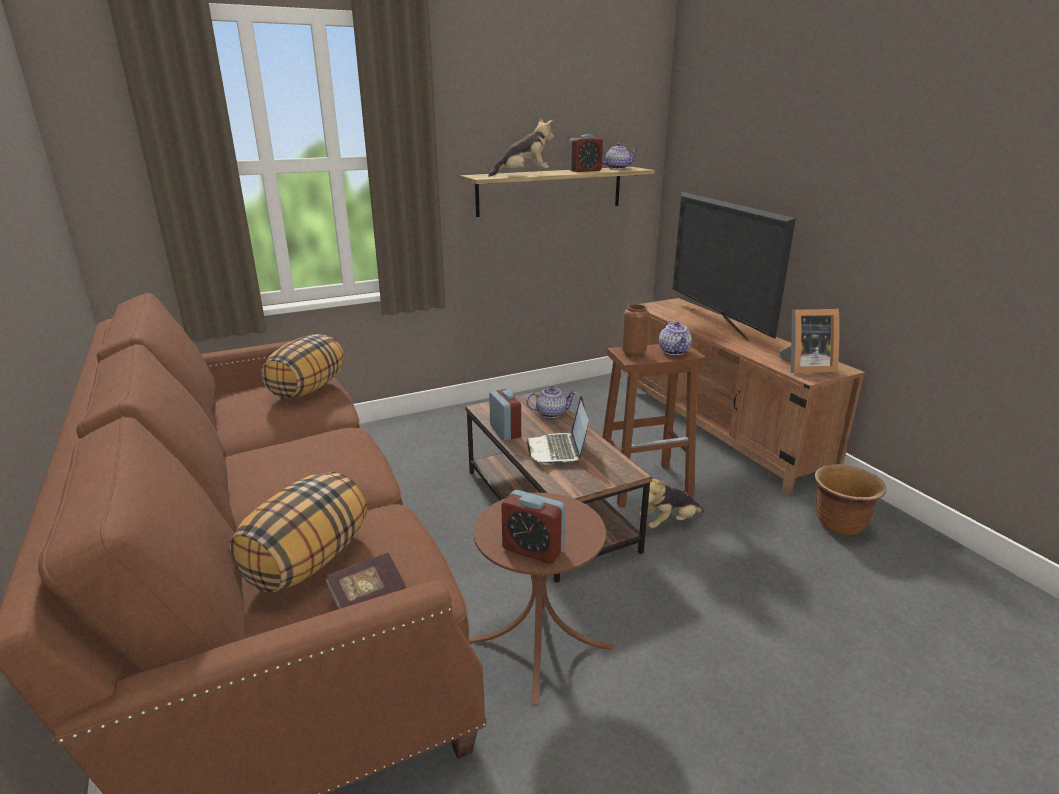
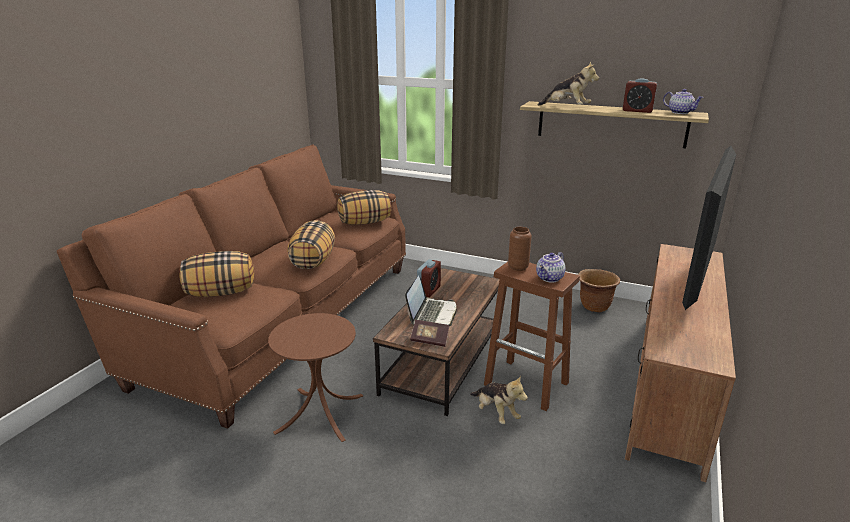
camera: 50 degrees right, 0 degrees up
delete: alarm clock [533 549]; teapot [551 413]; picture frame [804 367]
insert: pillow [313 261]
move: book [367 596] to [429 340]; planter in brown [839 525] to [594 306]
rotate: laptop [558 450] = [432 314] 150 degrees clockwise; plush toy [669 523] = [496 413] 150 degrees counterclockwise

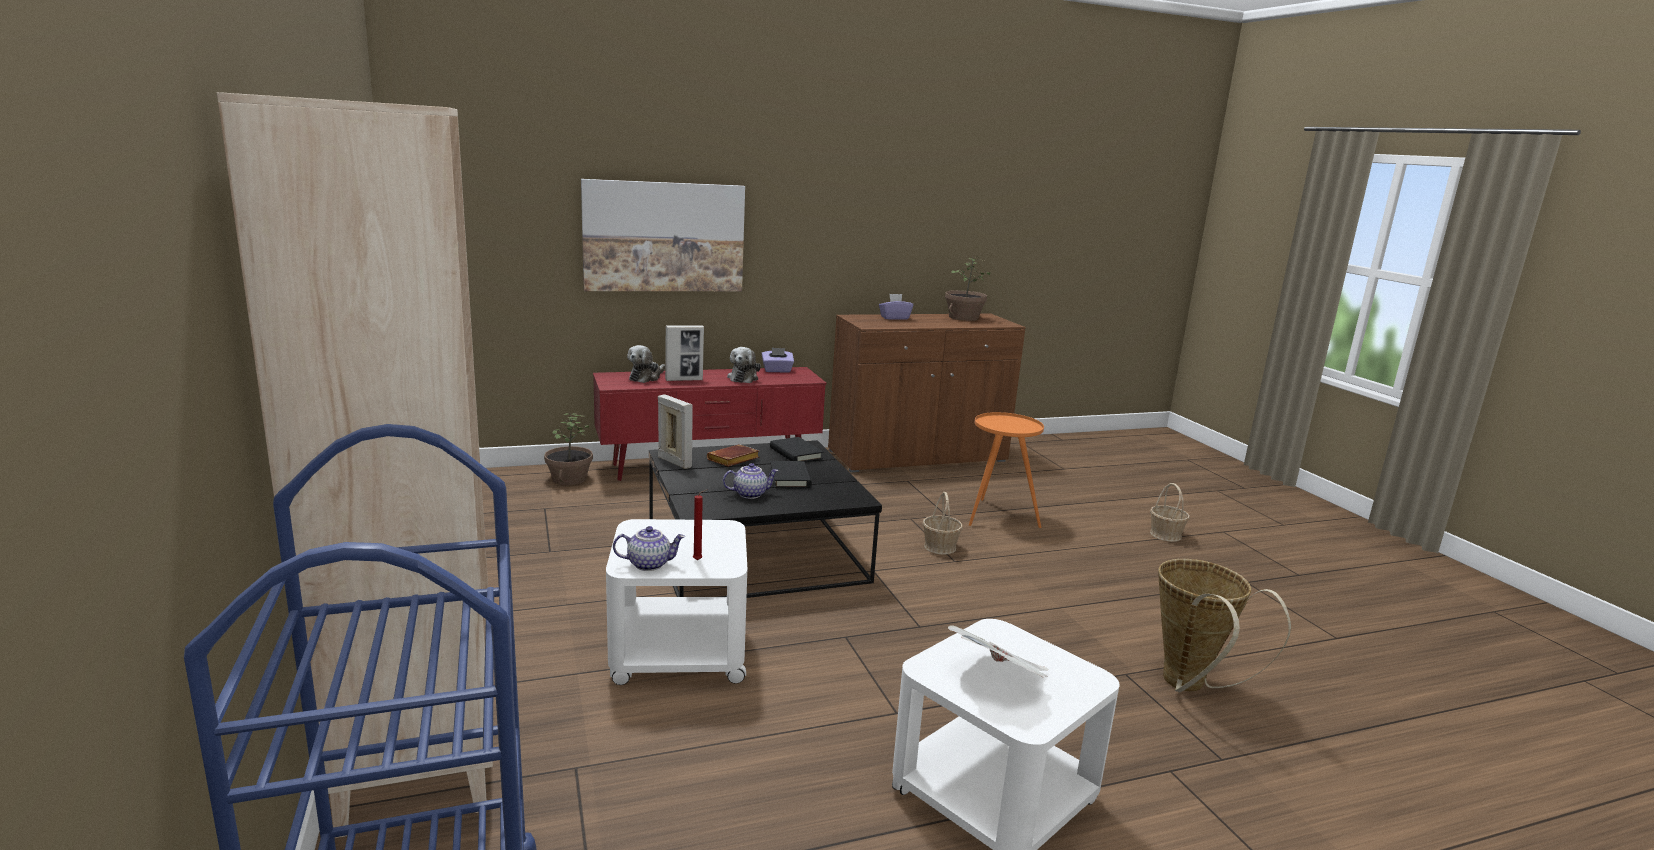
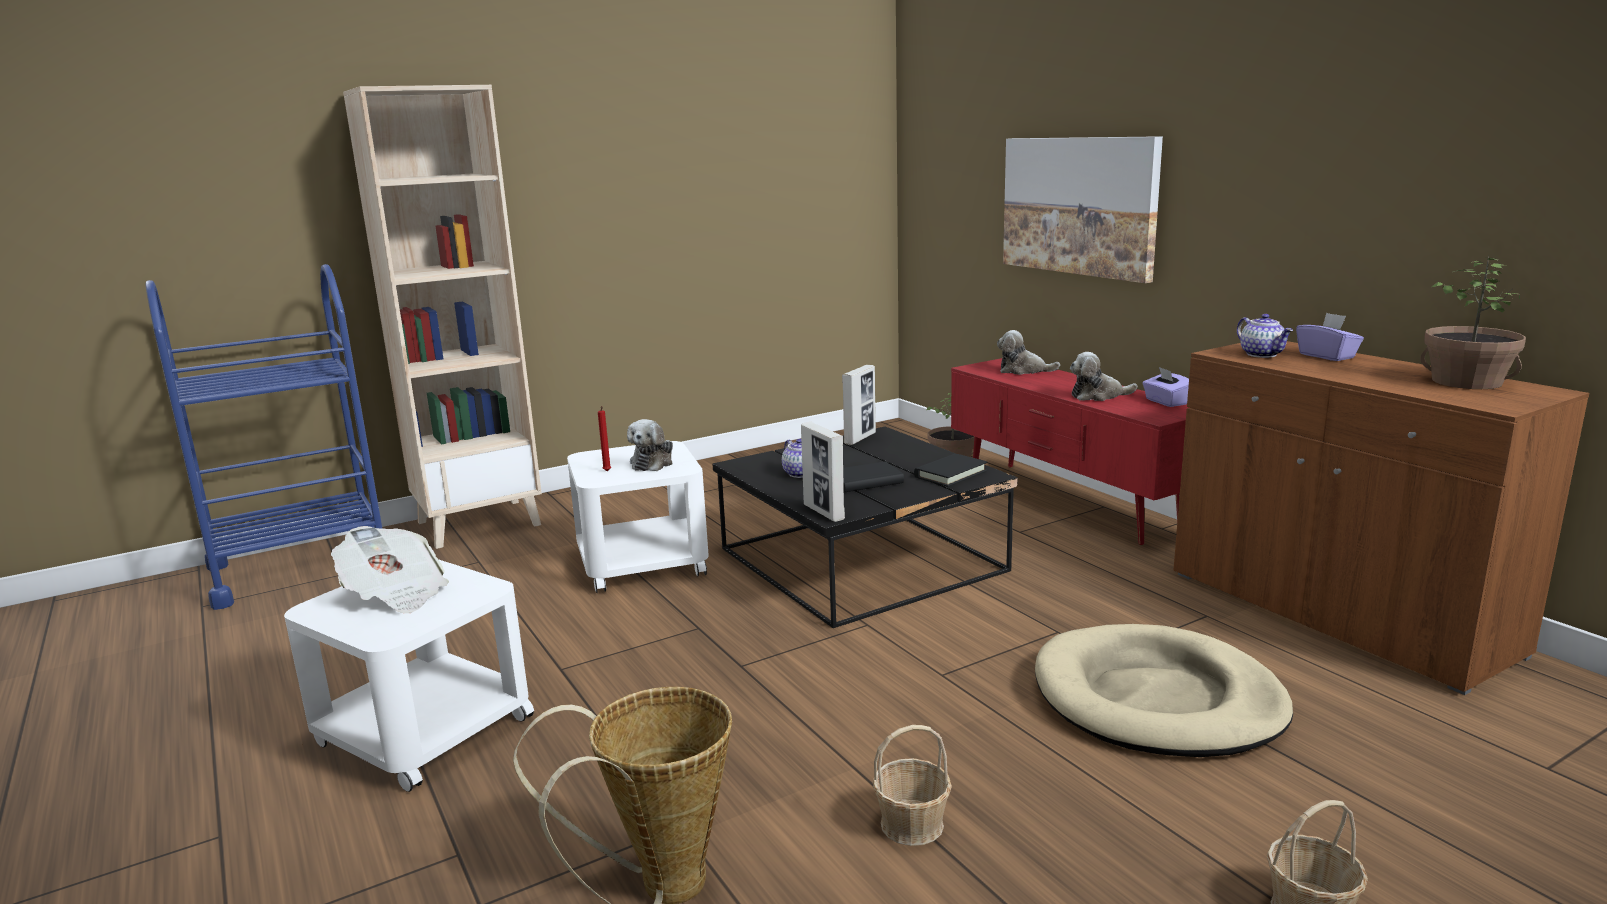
camera: 80 degrees right, 0 degrees up
delete: book in brown [733 460]
insert: plush toy [653 462]
move: picture frame [684 380] to [824 512]; basket [940 547] to [912 824]; teapot [649 564] to [1262 354]
replace: side table in orange [997 516] to dog bed in beige [1157 699]

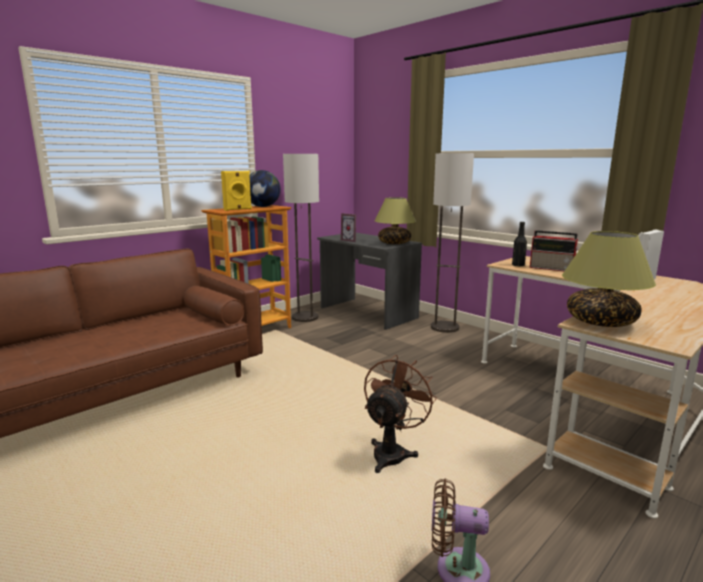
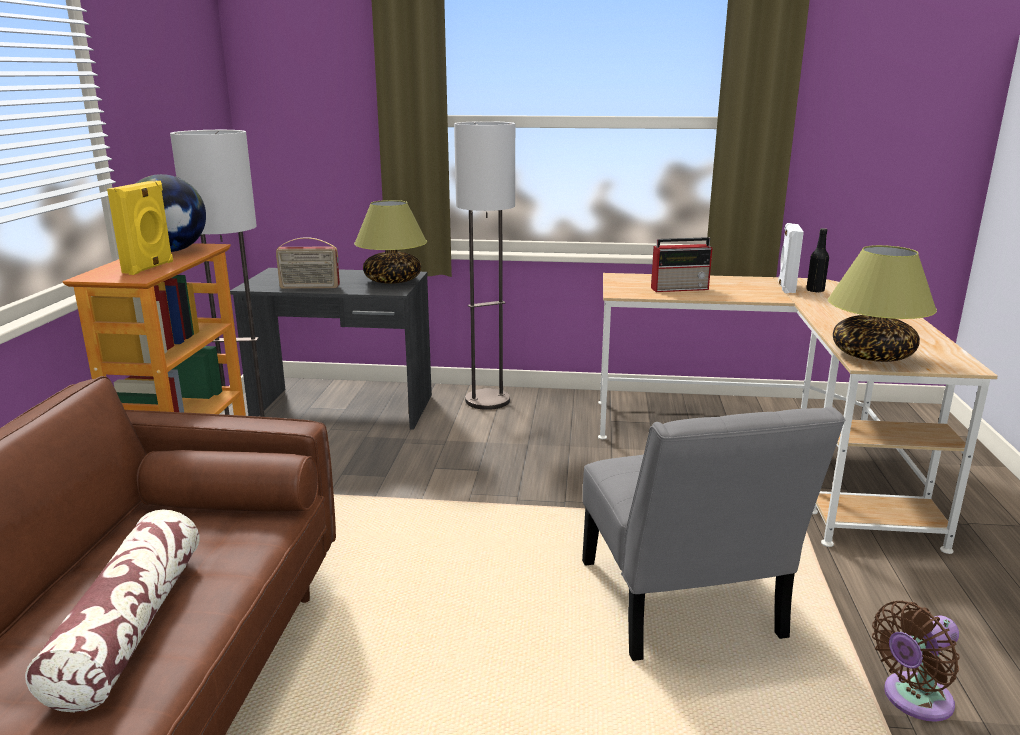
camera: 40 degrees left, 5 degrees up
insert: pillow [130 626]
move: bottle in black [518 265] to [815 290]
replace: picture frame [350 240] to radio [309 287]; fan in brown [392 452] to chair in grey [682 606]

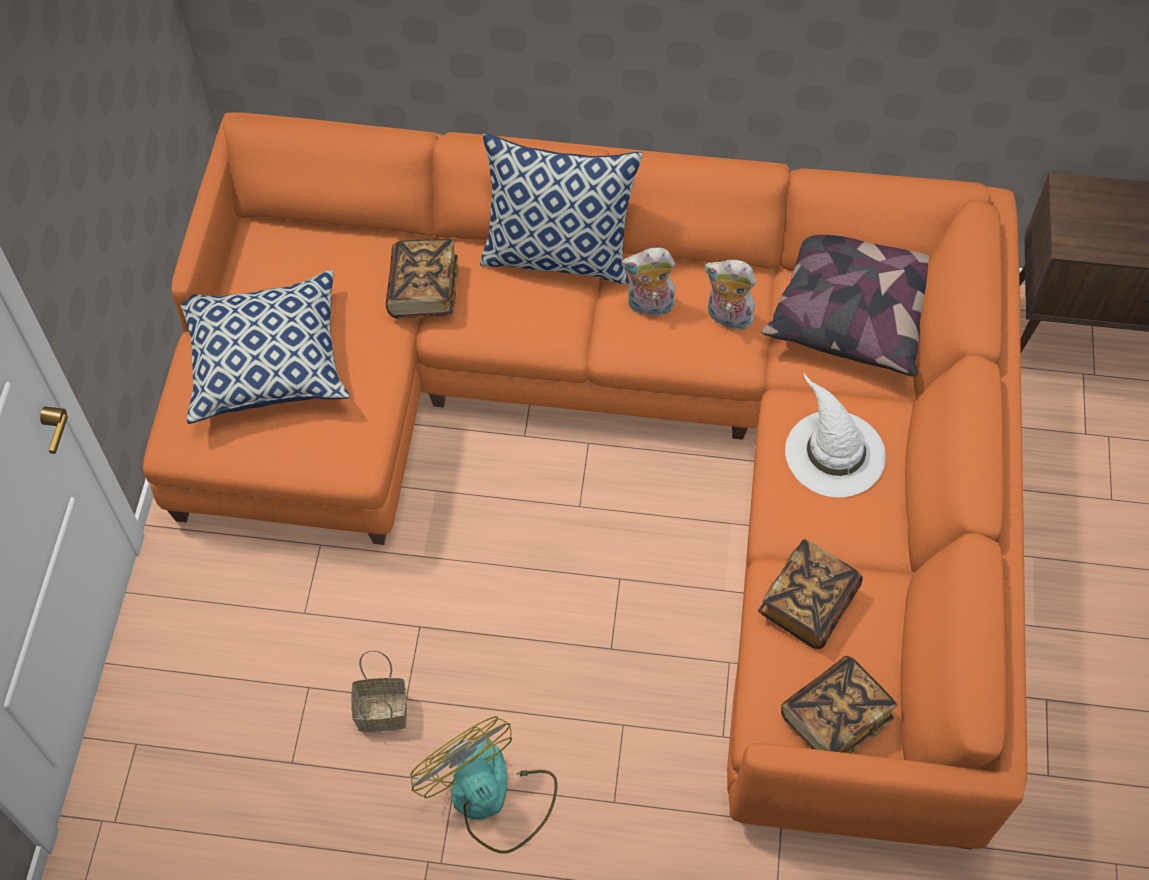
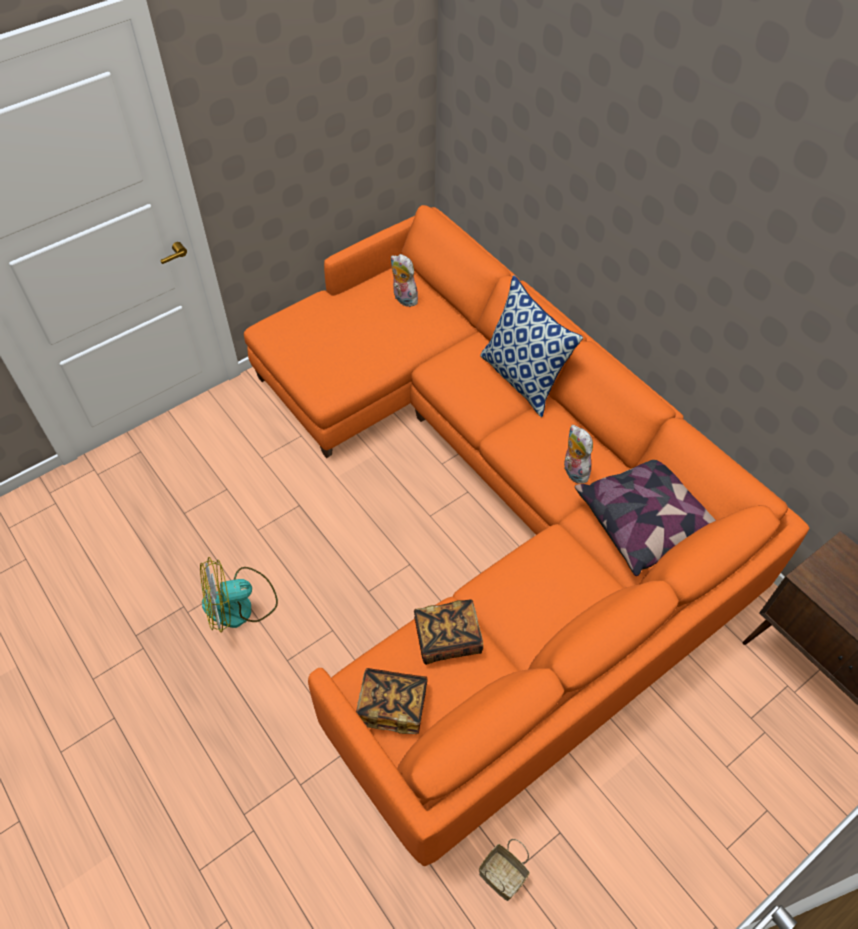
camera: 45 degrees right, 5 degrees down
delete: pillow [267 361]; book [423 291]; hat in white [833 452]
move: plush toy [649 306] to [403 299]; basket [384 711] to [503 876]
rotate: fan [491 797] = [240 605] 120 degrees counterclockwise

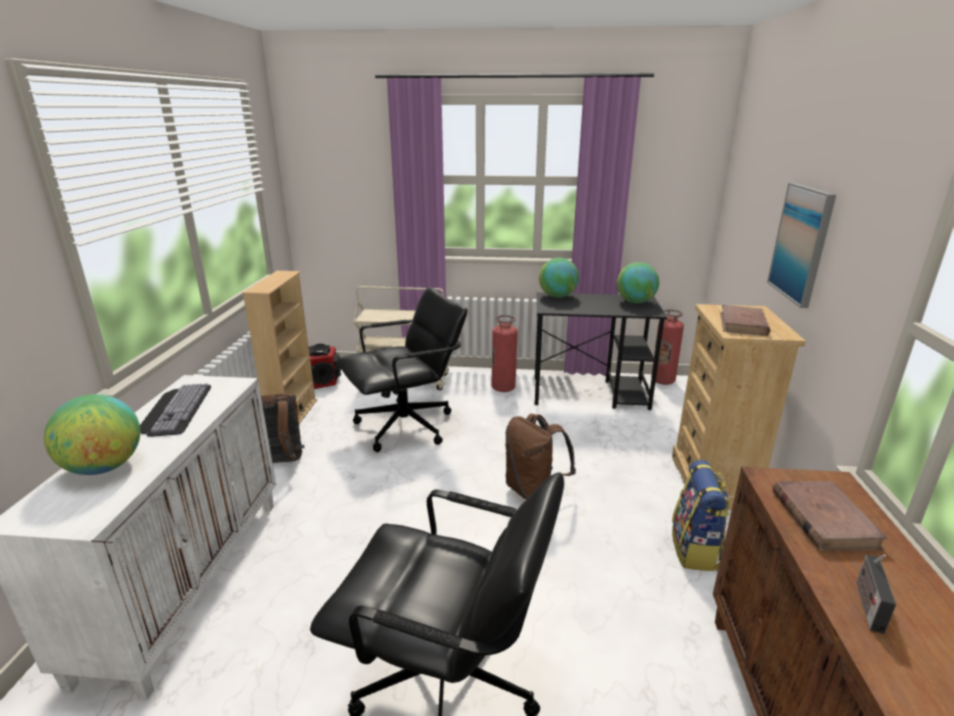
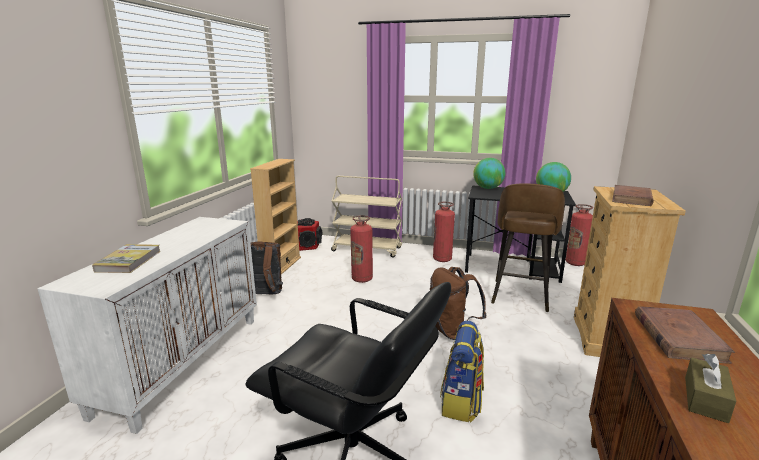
camera: 10 degrees right, 5 degrees down
delete: keyboard [174 409]; picture [801 243]
insert: stool in brown [520 296]
move: backpack [695 549] to [461 402]
replace: globe [104 467] to book [129 261]; office chair in black [406 426] to fire extinguisher [362 279]; radio [867 604] to tissue box in brown [705 399]

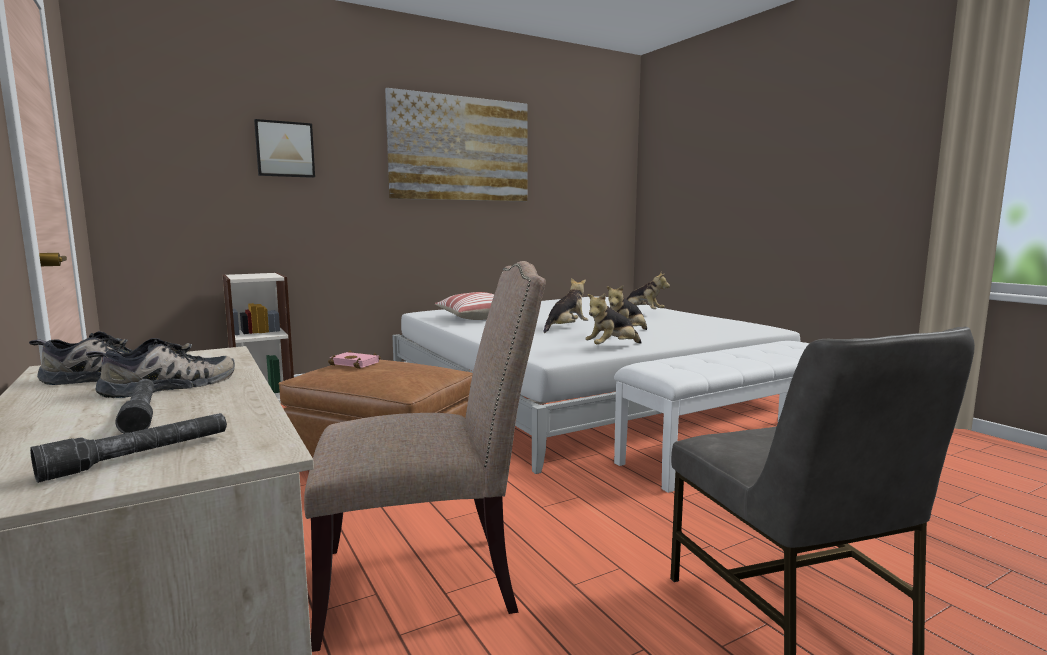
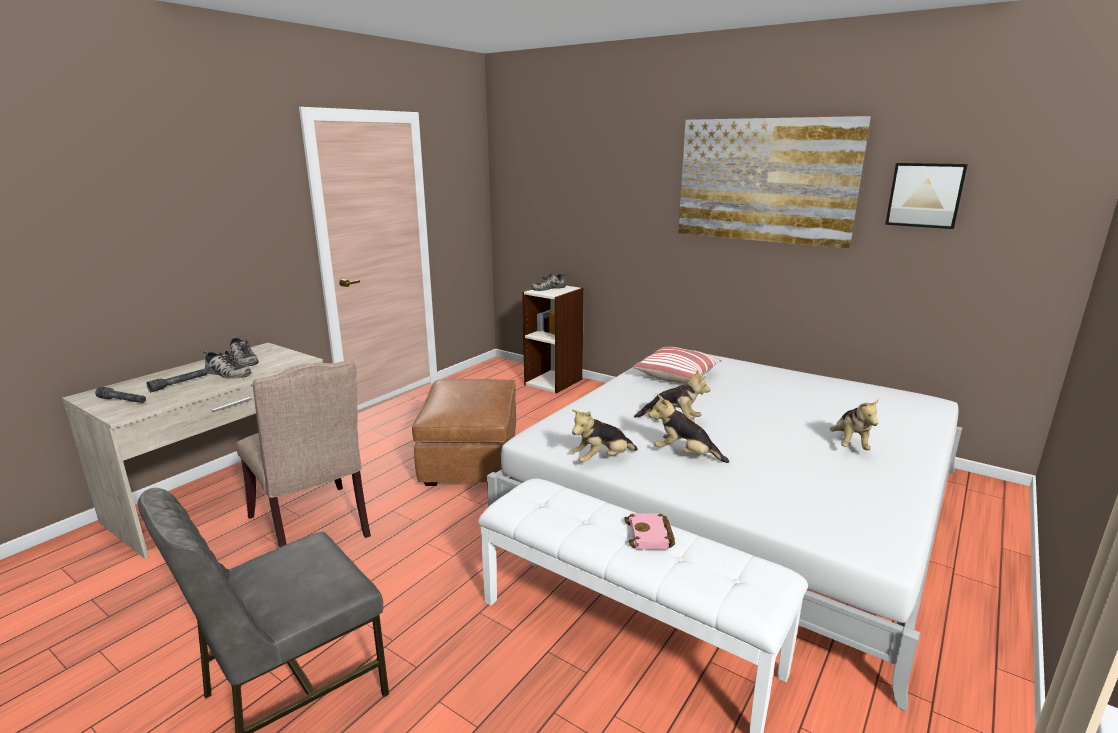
camera: 65 degrees right, 10 degrees up
insert: shoe [548 288]
move: book in pink [357 363] to [651 536]; picture [284 149] to [925 195]
rotate: plush toy [612 348] = [602 459] 60 degrees counterclockwise

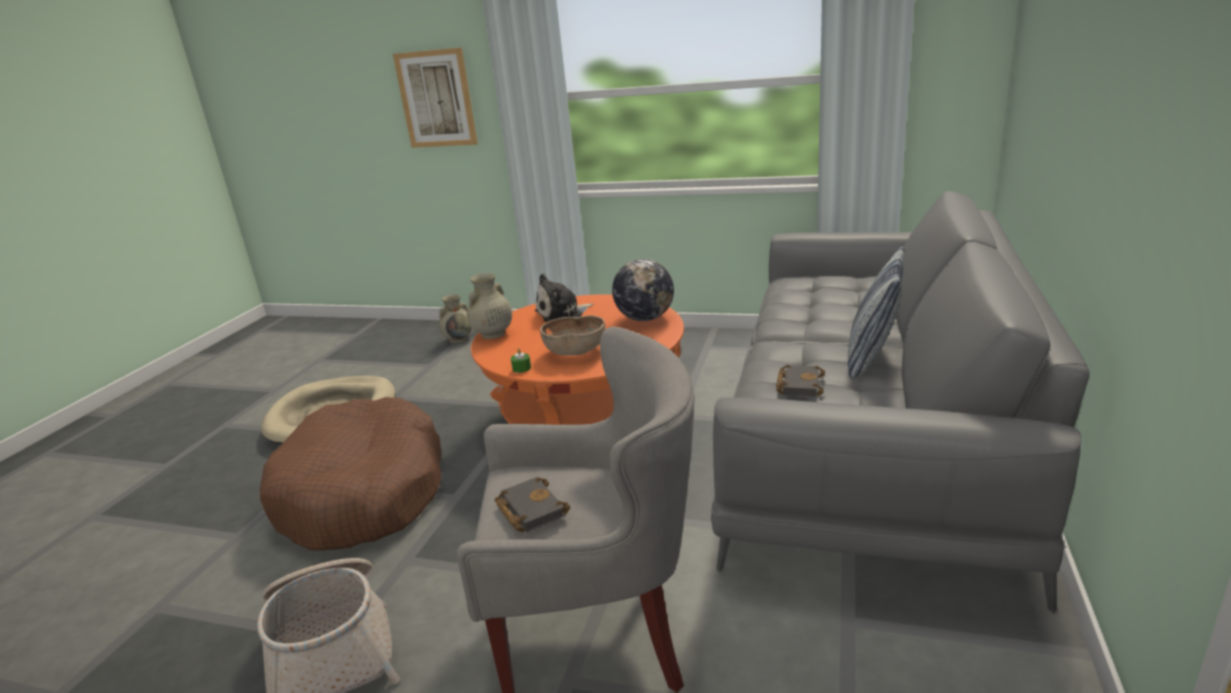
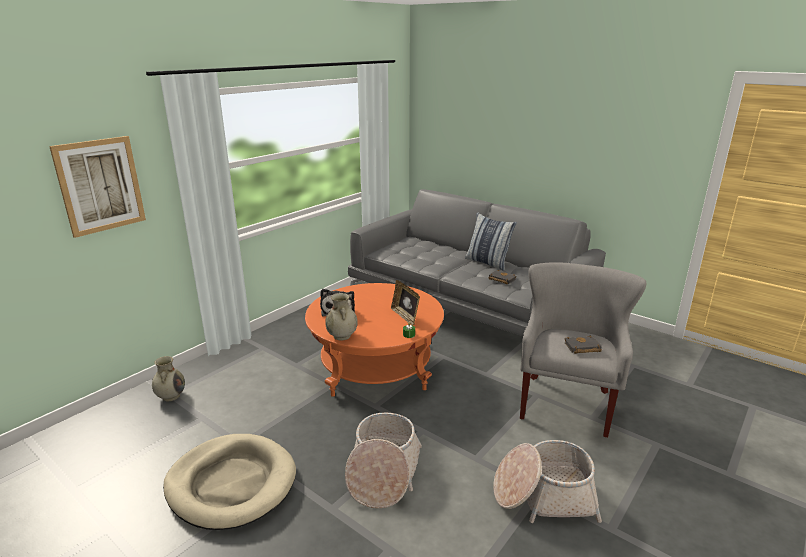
camera: 70 degrees left, 0 degrees up
delete: globe [645 318]
replace: dog bed in brown [363 493] to basket [383 472]; bowl in brown [575 352] to picture frame [405 316]

